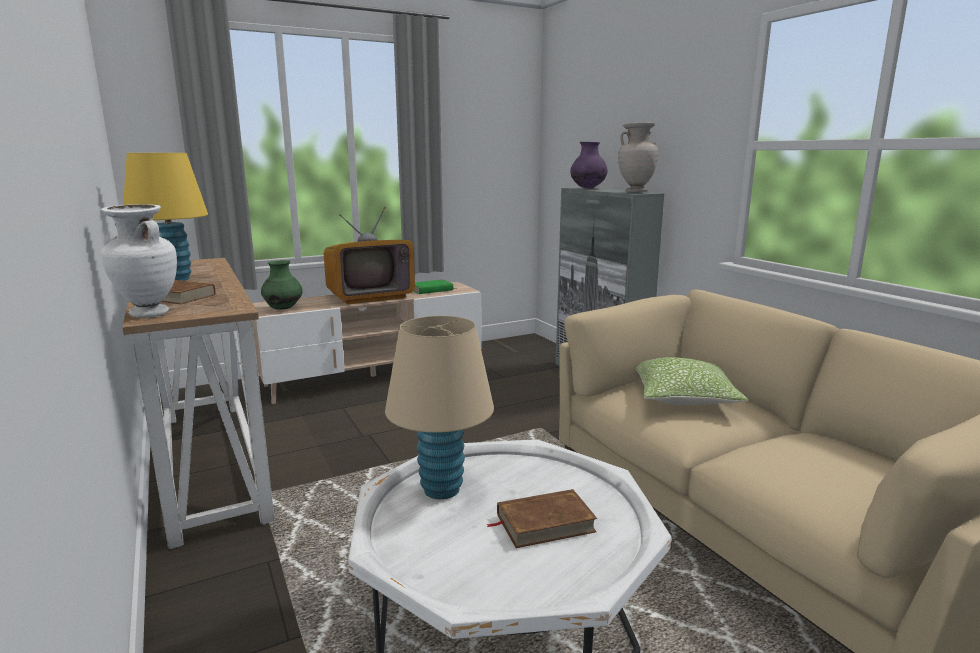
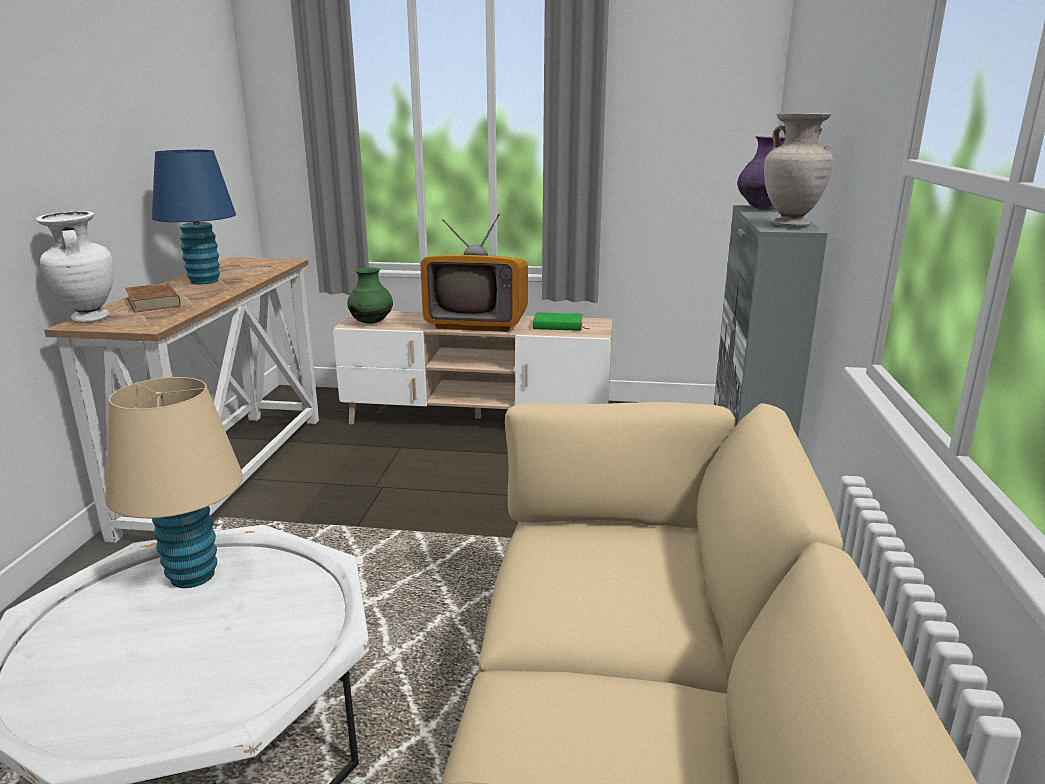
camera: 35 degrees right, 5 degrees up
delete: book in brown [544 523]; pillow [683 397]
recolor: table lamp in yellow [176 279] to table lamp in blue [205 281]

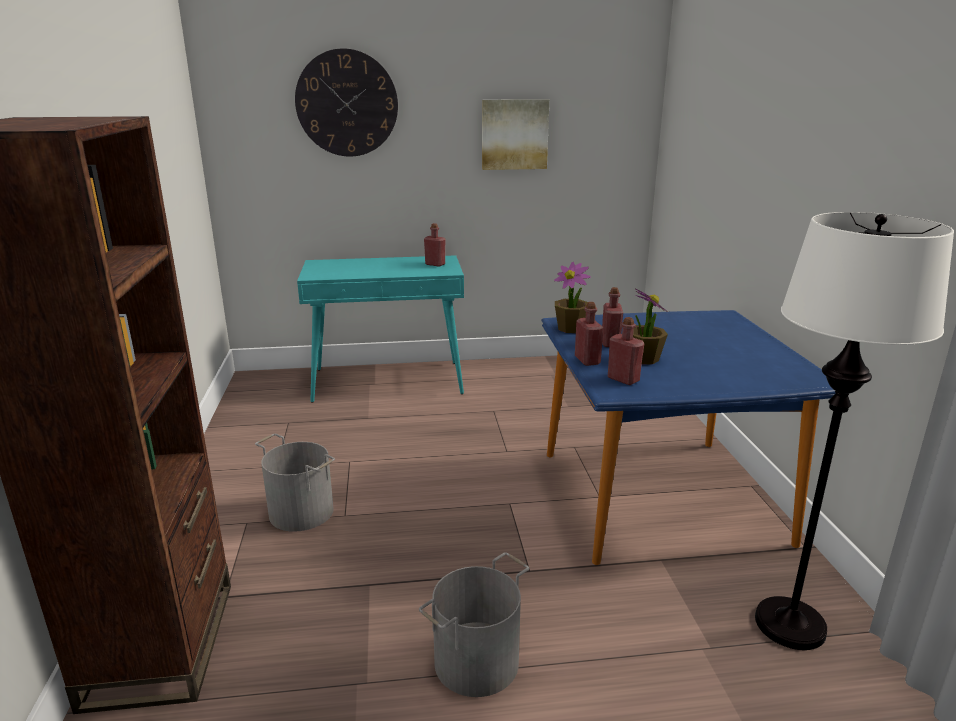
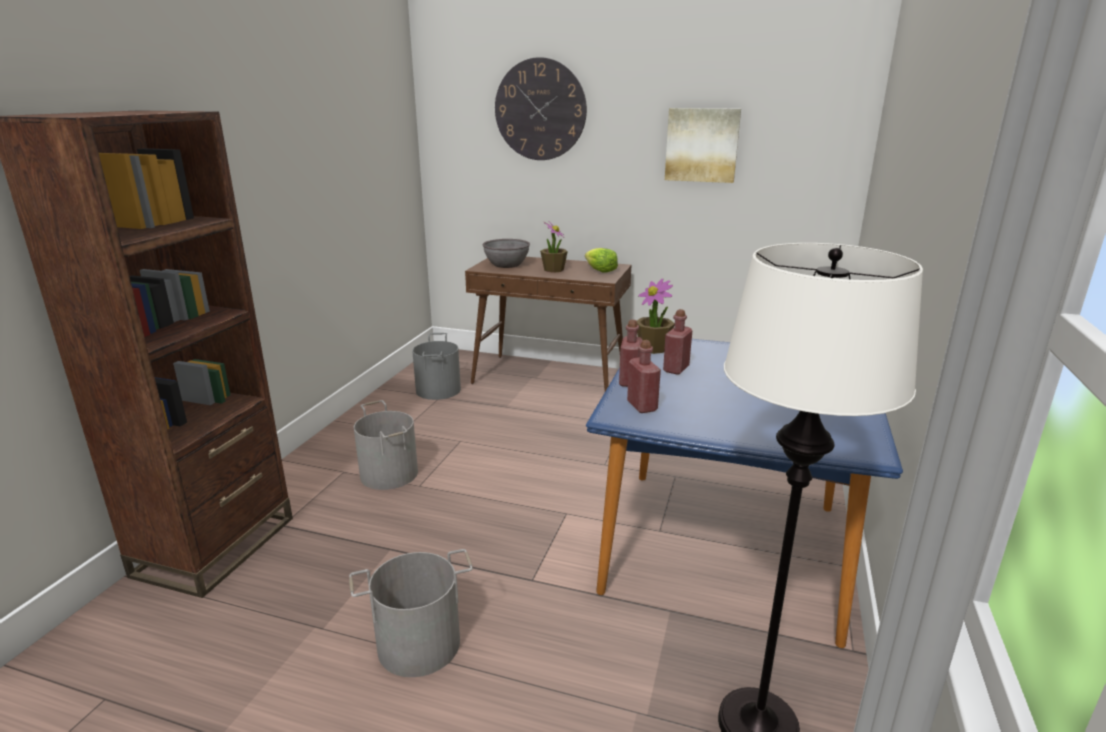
camera: 25 degrees right, 0 degrees up
insert: bucket in grey [439 390]; bowl in grey [507 264]
move: potted plant [643 359] to [553 270]
replace: bottle in red [435 264] to lettuce [600 270]
recolor: console table in turquoise [388 381] to console table in brown [550 378]

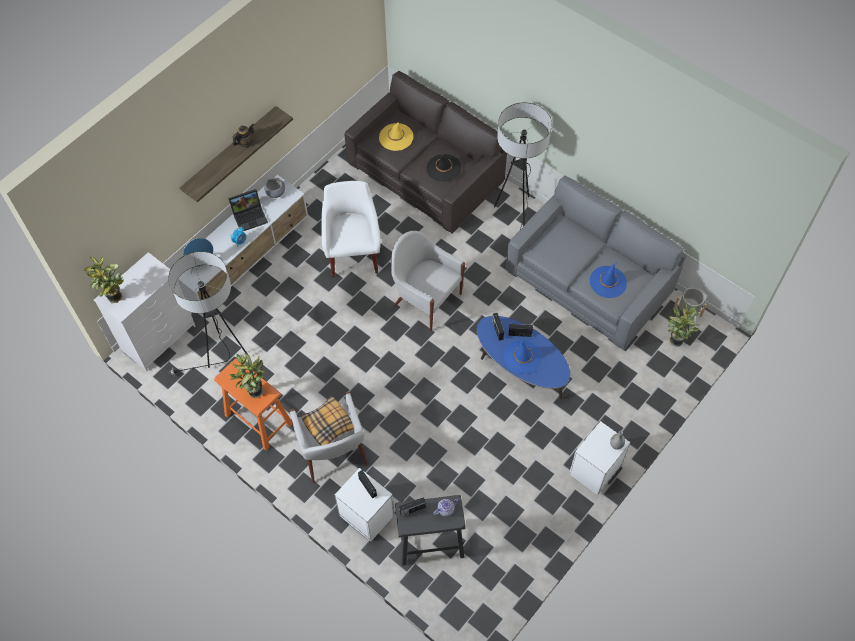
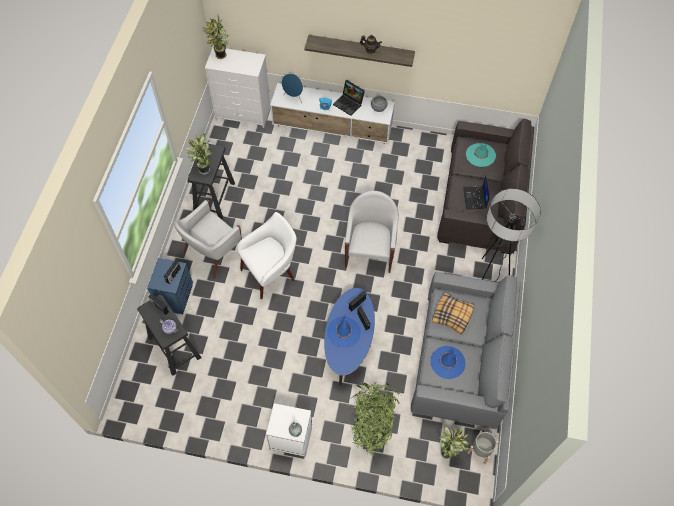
camera: 60 degrees right, 0 degrees up
delete: floor lamp [223 354]
insert: potted plant [372 427]
move: armchair in white [353 253] to [270 272]; pillow [329 424] to [452 315]
replace: hat in black [443 168] to laptop [475 198]
recolor: nightstand in white [366 514] to nightstand in blue [176 296]; stool in orange [259 419] to stool in black [214 198]; hat in yellow [396 137] to hat in turquoise [480 155]

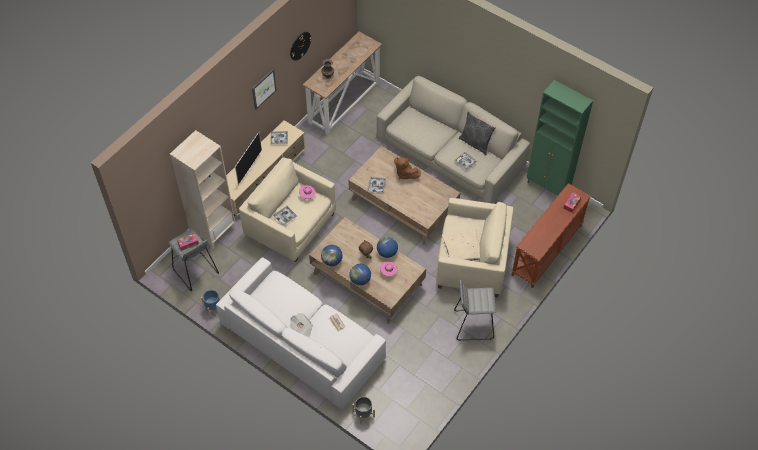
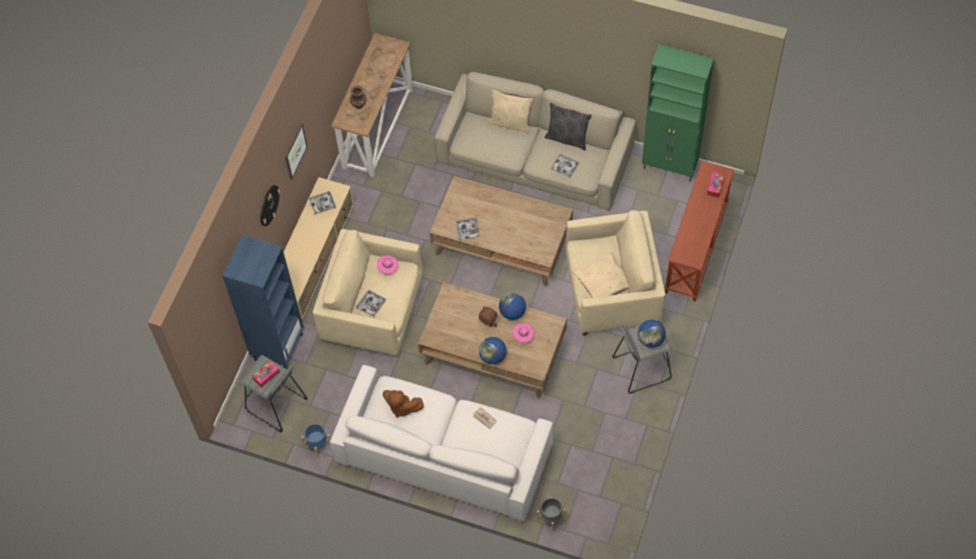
camera: 15 degrees left, 5 degrees up
delete: television [248 169]; newspaper [301 329]
insert: pillow in beige [511 123]
move: wall clock [300 45] to [269 205]; plush toy in brown [405 174] to [402 407]; globe [332 261] to [651 340]
recolor: bookcase in beige [213 231] to bookcase in blue [278 346]

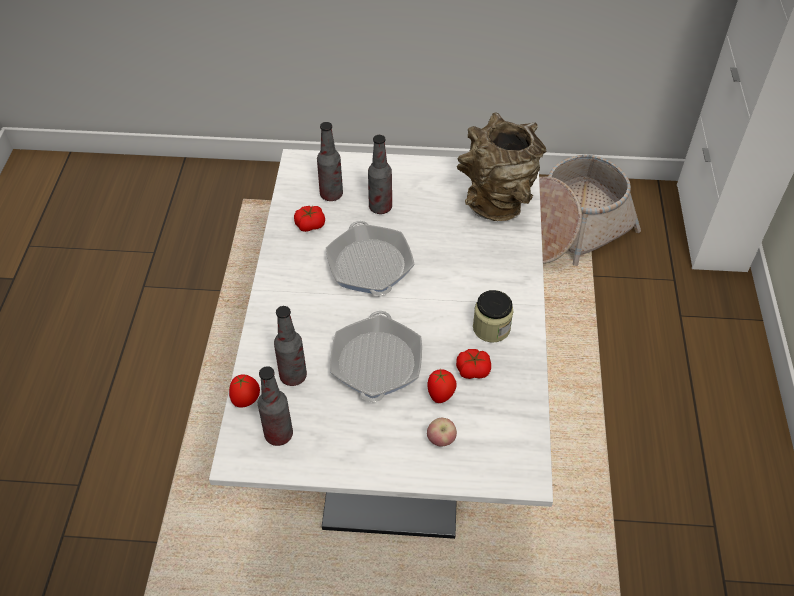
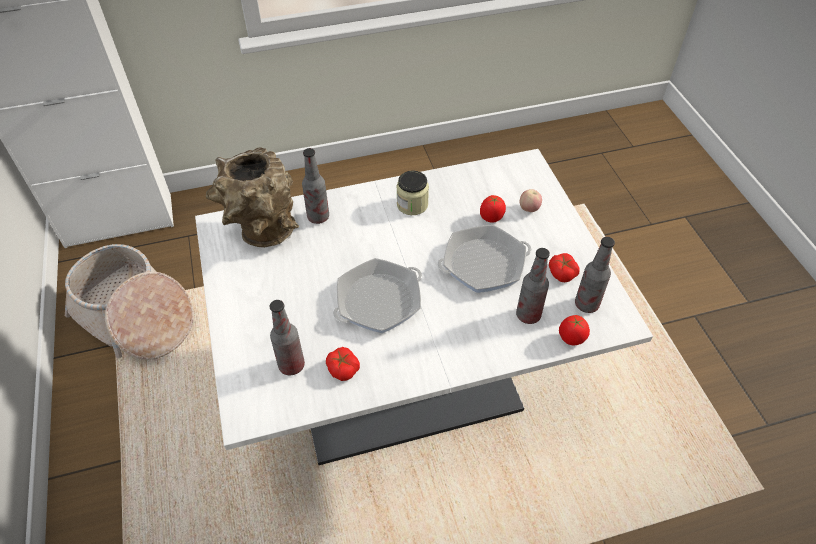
camera: 110 degrees left, 0 degrees up
move: bottle [380 207] to [318 217]; tomato [473 369] to [562 273]

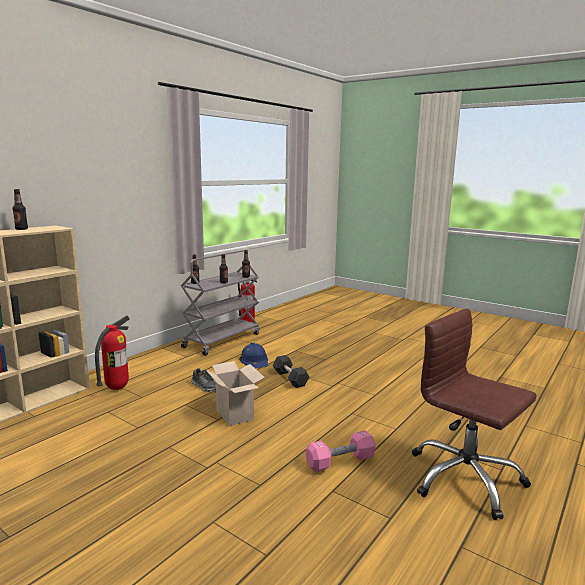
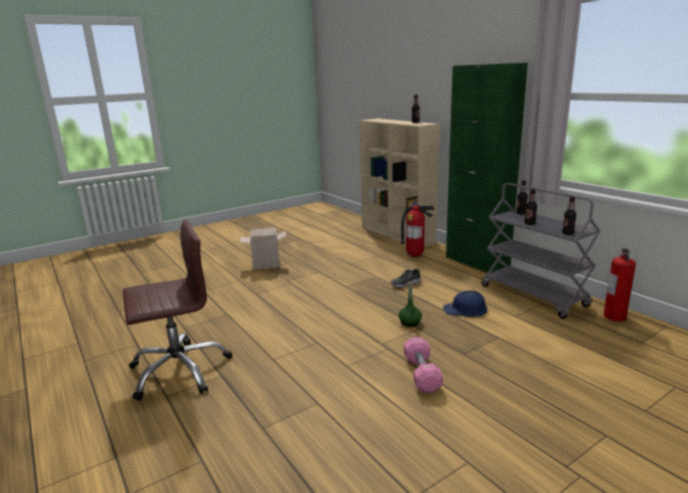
camera: 110 degrees right, 5 degrees up
insert: cabinet in green [476 263]
move: cardboard box [236 415] to [265 265]; dumbbell in pink [340 461] to [422 374]
replace: dumbbell in grey [290 378] to bottle in green [410 322]

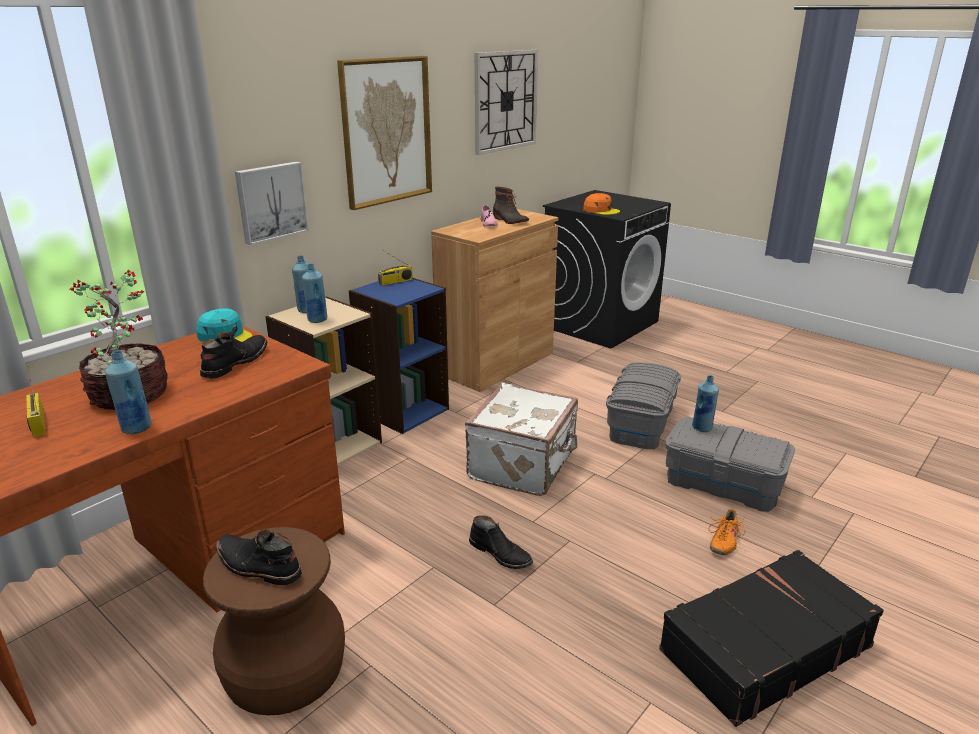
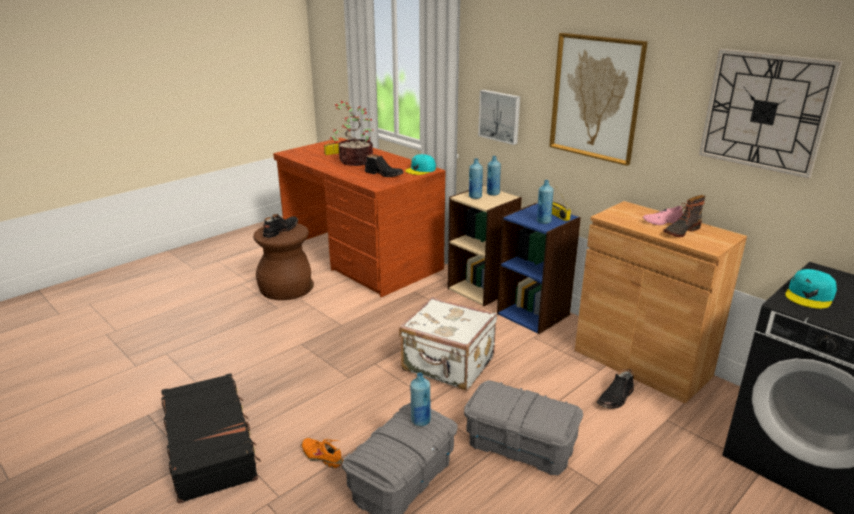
camera: 95 degrees right, 0 degrees up
move: bottle in blue [136 428] to [543 221]; boot in black [501 553] to [616 398]
recolor: cap in orange [601 210] to cap in turquoise [809 296]

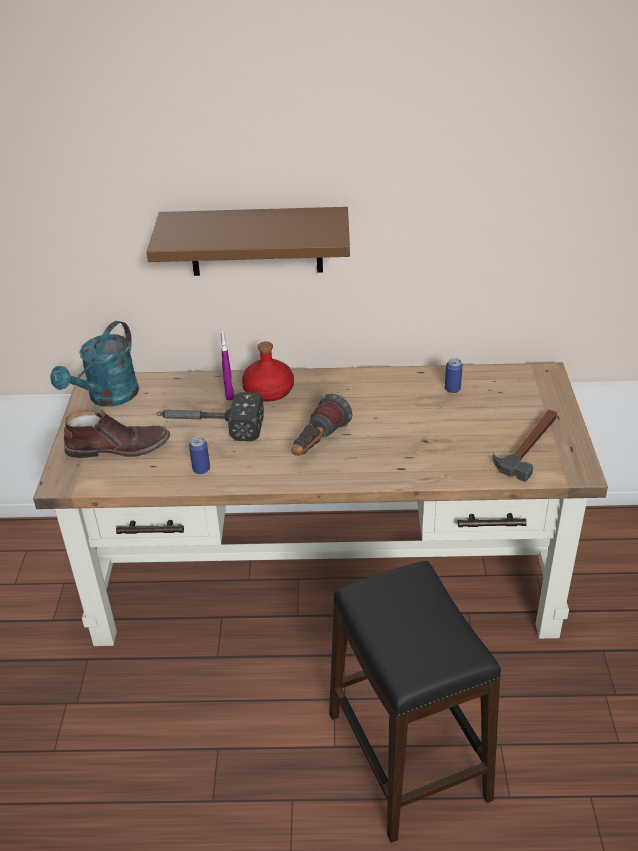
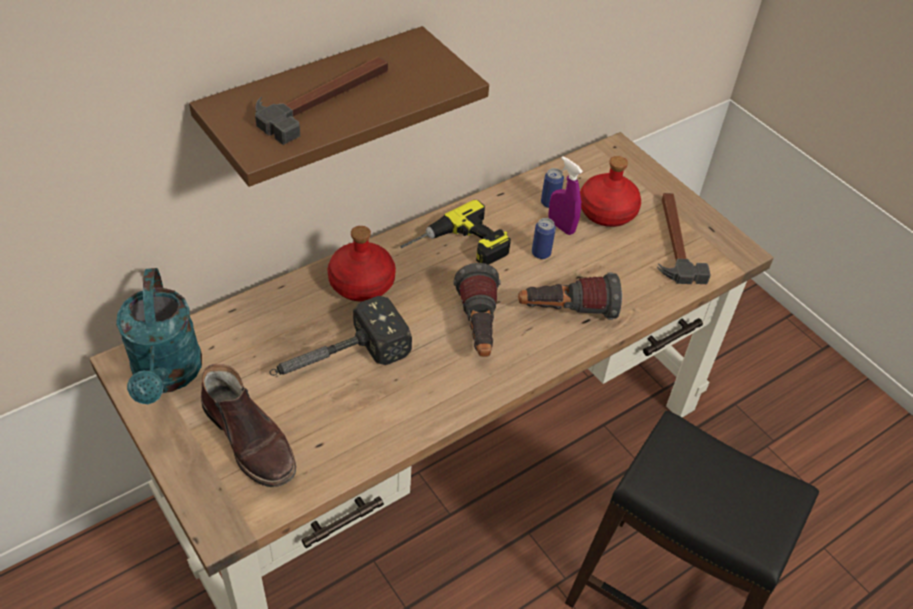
camera: 40 degrees left, 10 degrees up
insert: hammer [325 99]; power drill [457 248]; flashlight [566 312]; bottle in red [606 212]
move: can [201 469] to [541 253]; spray bottle in purple [229 393] to [561 226]
rotate: boot in brown [119 447] = [251 439] 90 degrees clockwise

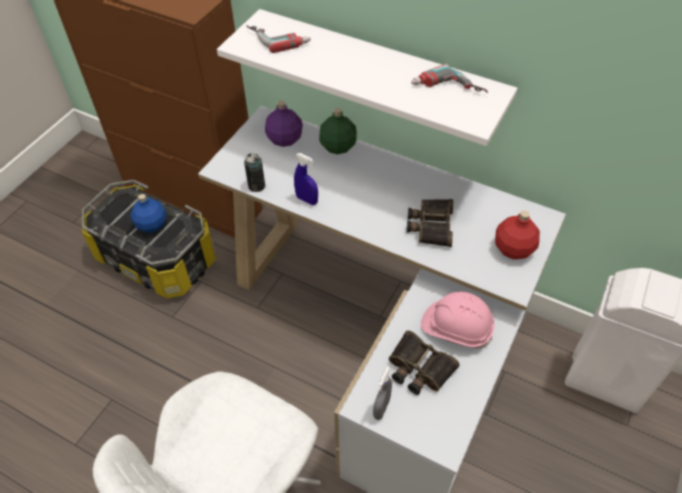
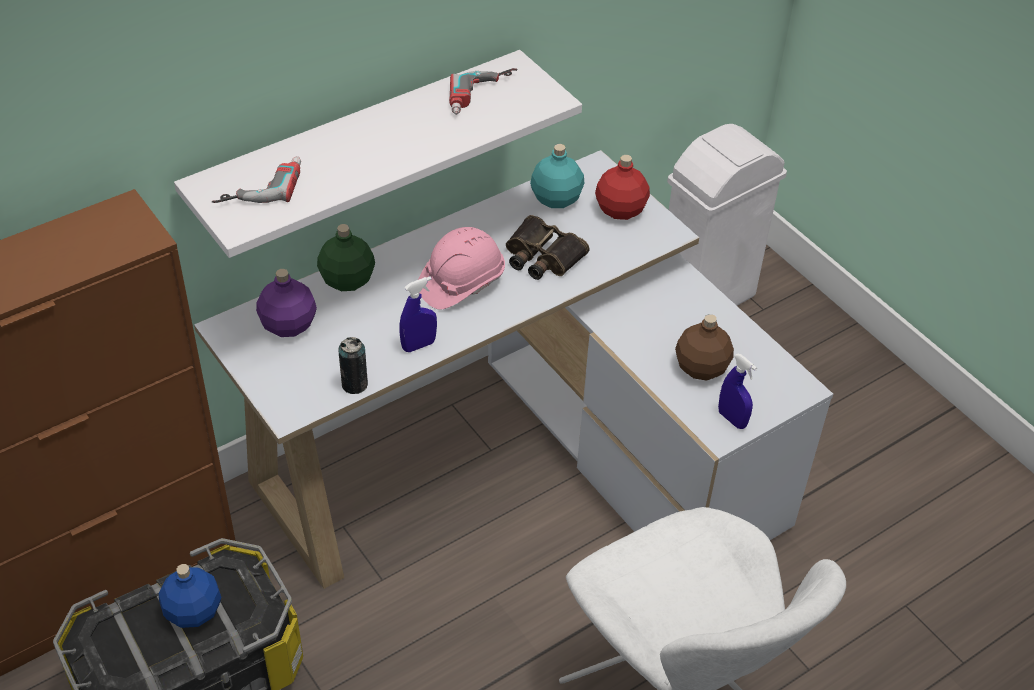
camera: 65 degrees left, 5 degrees down
insert: bottle in turquoise [556 199]
move: hard hat in pink [456 328] to [461 282]
replace: binoculars [418 368] to bottle in brown [701 368]
recolor: spray bottle in grey [381 408] to spray bottle in blue [732 419]

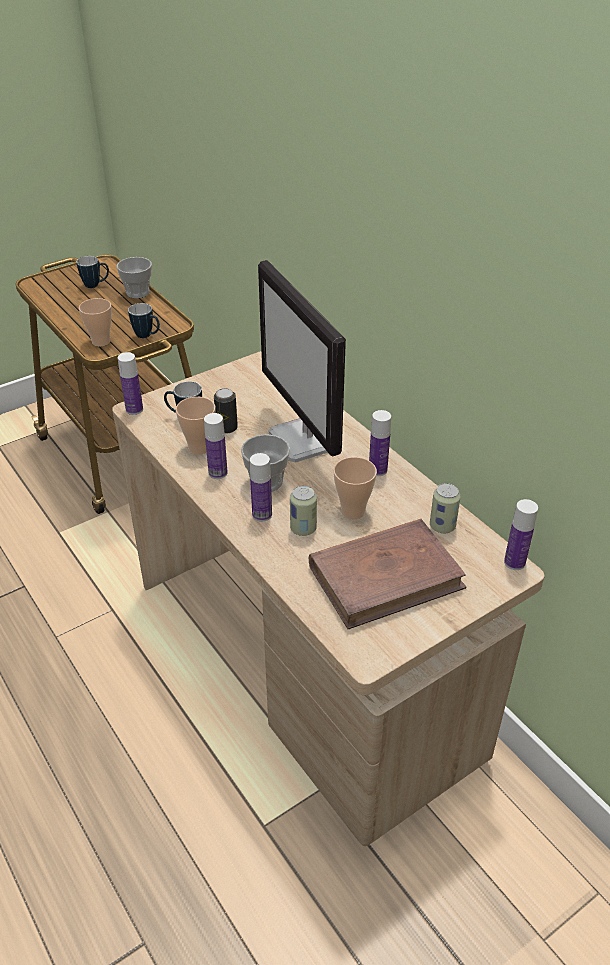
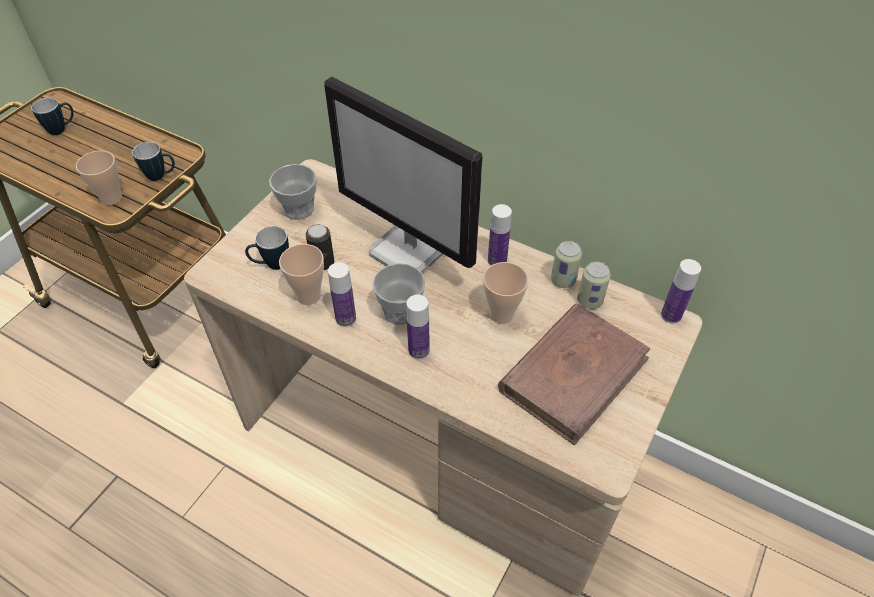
camera: 25 degrees left, 10 degrees up
delete: bottle [134 409]
move: cup [138 292] to [298 209]; can [303 529] to [563 280]

